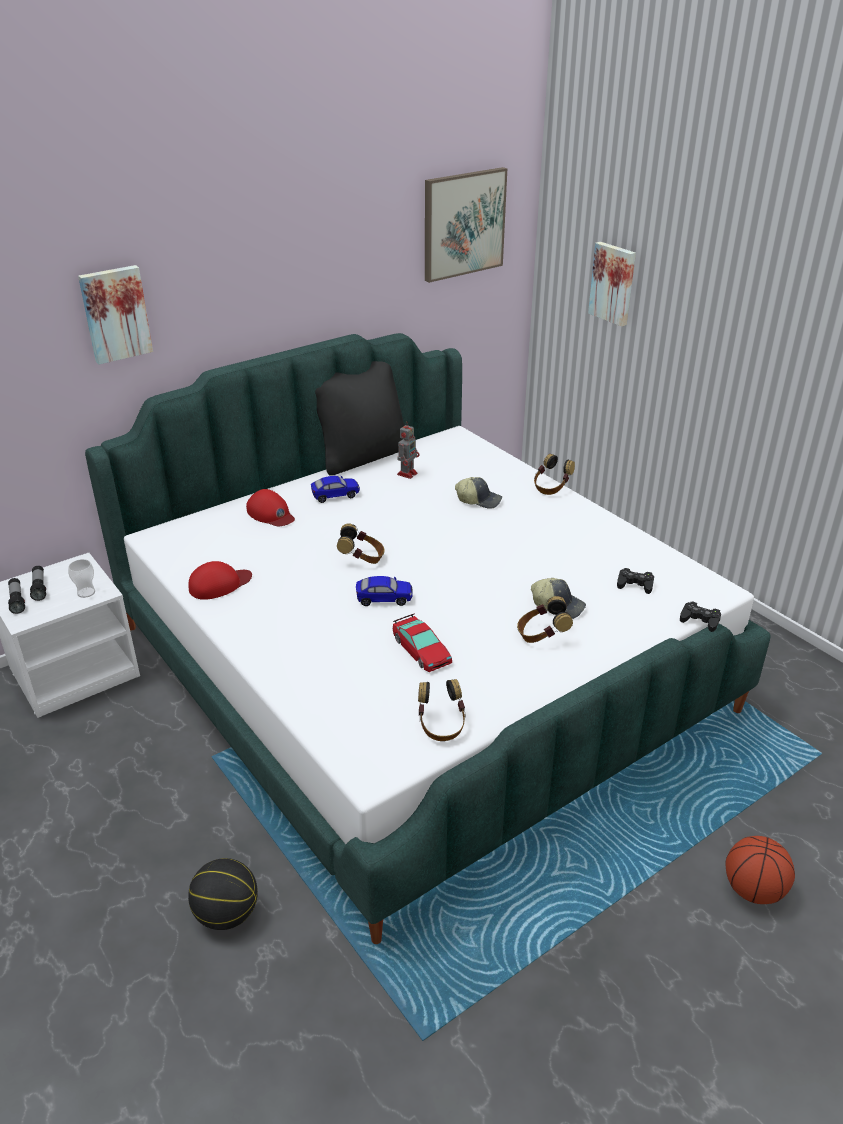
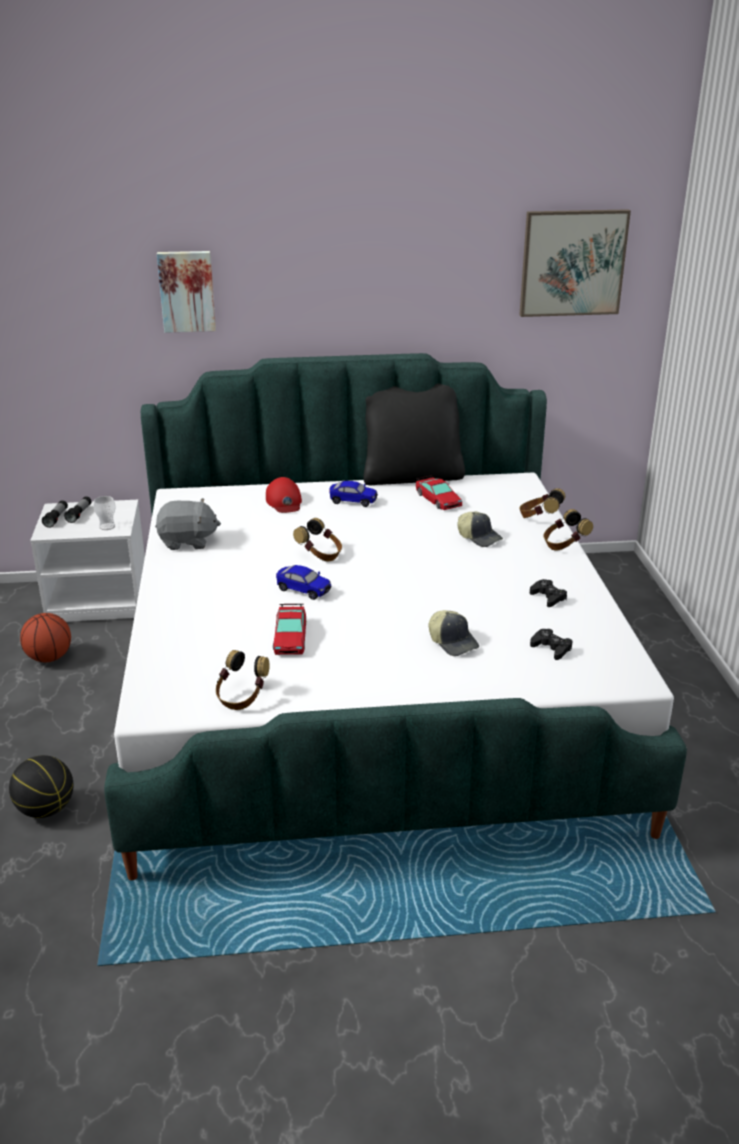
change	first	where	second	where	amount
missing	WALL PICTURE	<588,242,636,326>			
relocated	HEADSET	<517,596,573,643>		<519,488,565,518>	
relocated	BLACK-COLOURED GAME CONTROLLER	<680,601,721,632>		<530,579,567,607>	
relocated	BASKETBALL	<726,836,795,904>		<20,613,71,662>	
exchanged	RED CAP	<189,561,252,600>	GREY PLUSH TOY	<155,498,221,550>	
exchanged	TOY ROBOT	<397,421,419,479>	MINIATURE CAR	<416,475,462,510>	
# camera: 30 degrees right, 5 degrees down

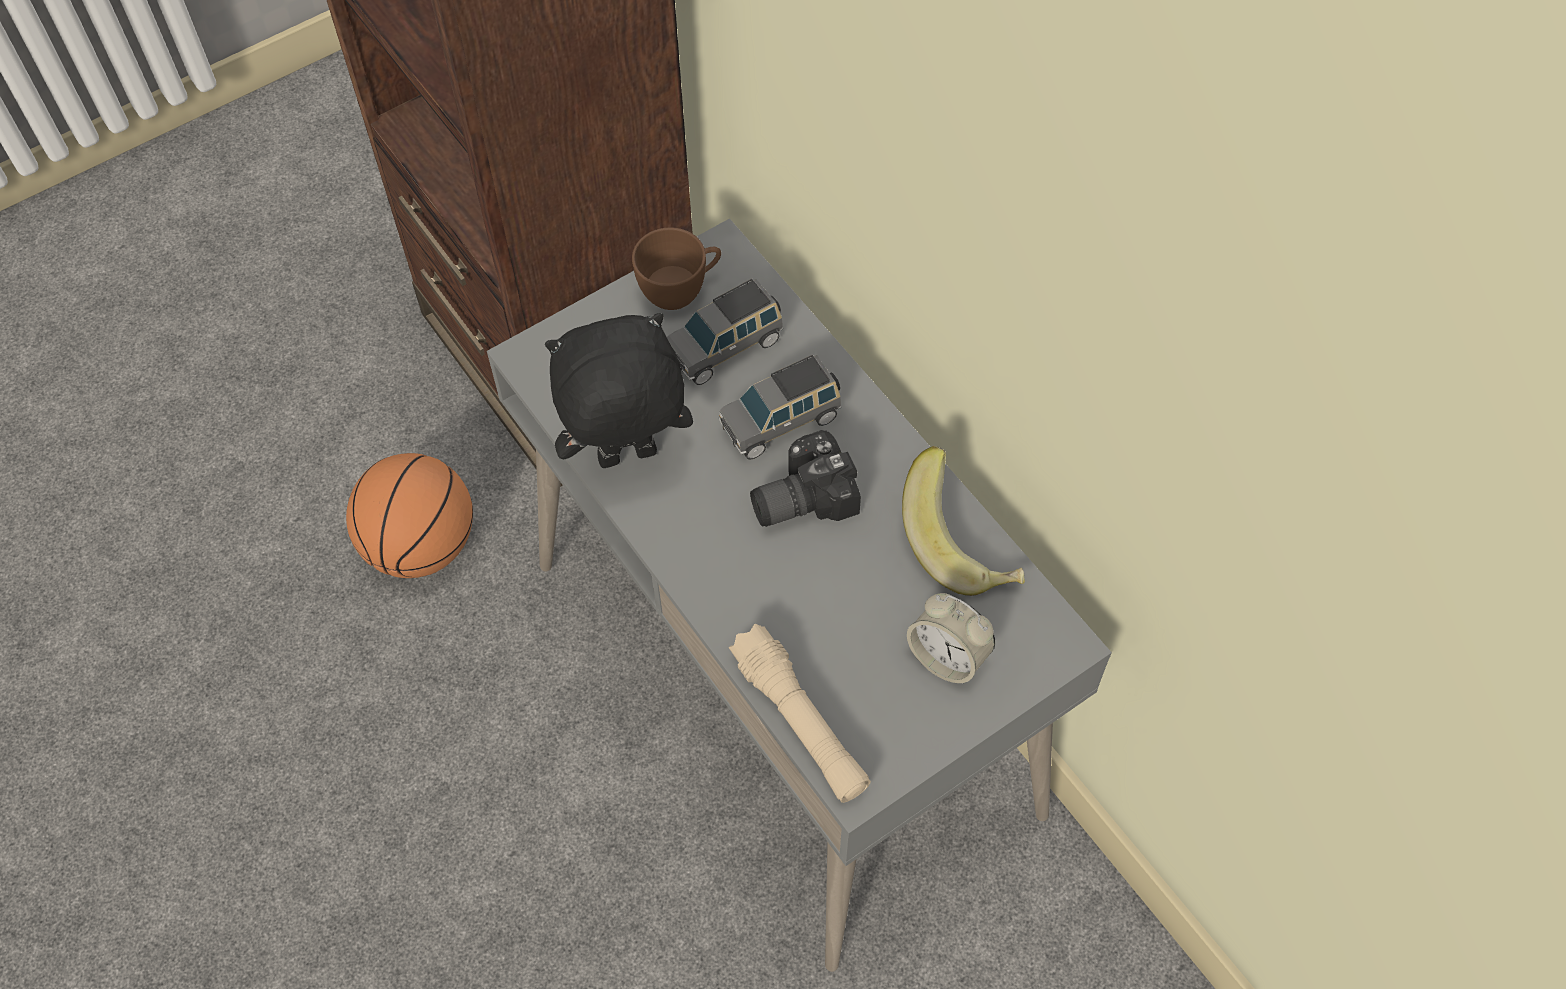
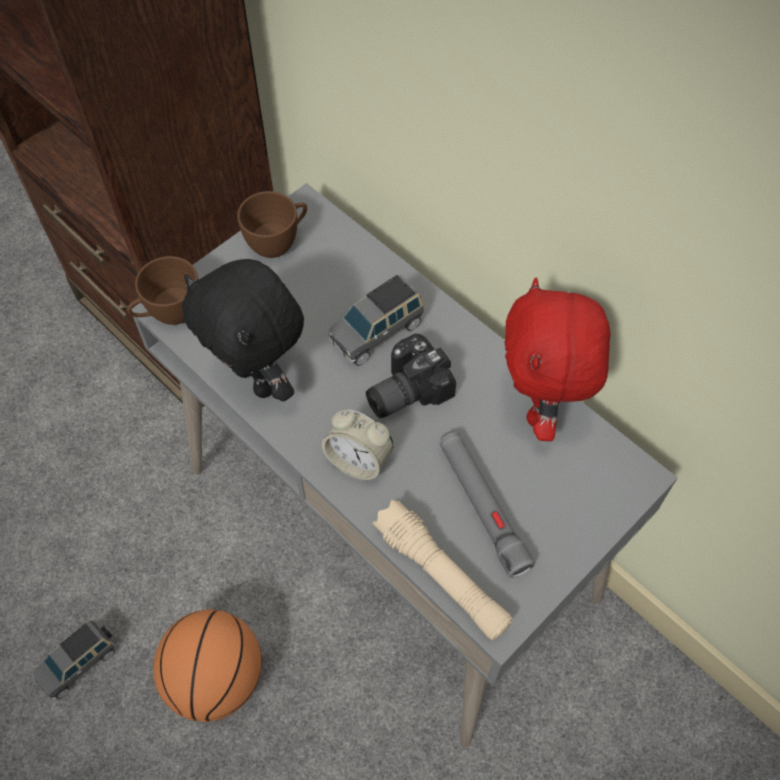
change	first	where	second	where	amount
appeared			BROWNISH DRINKING CUP	<127,256,198,325>	
appeared			GREY TORCH	<439,431,535,578>	
relocated	BASKETBALL	<346,453,473,578>		<153,609,262,722>	
relocated	GREY MINIATURE CAR	<667,279,783,385>		<32,621,116,699>	
relocated	TABLE CLOCK	<907,593,995,684>		<322,409,393,480>	
exchanged	WHOLE BANANA	<902,446,1025,596>	RED PLUSH TOY	<505,278,611,441>	
spun	BLACK-COLOURED PLUSH TOY	<545,313,693,468>		<182,259,304,401>	105 degrees counterclockwise
# camera: 10 degrees left, 0 degrees up

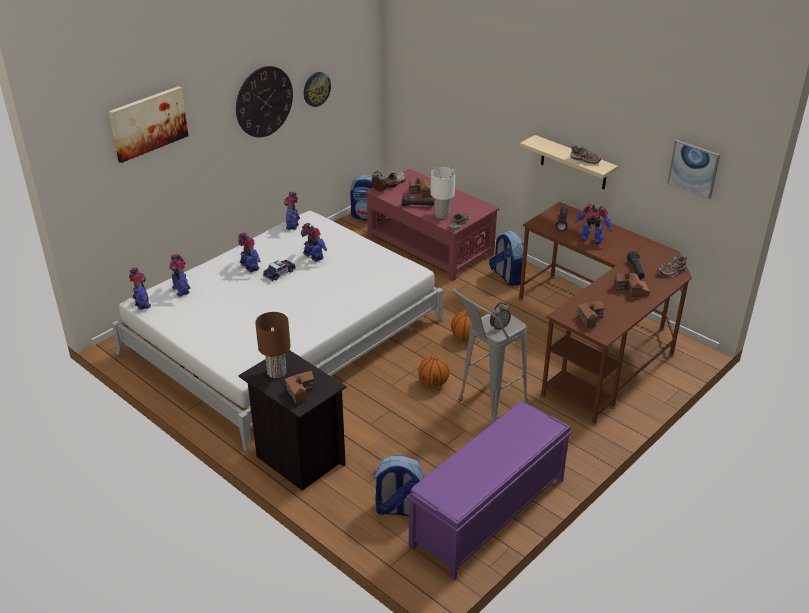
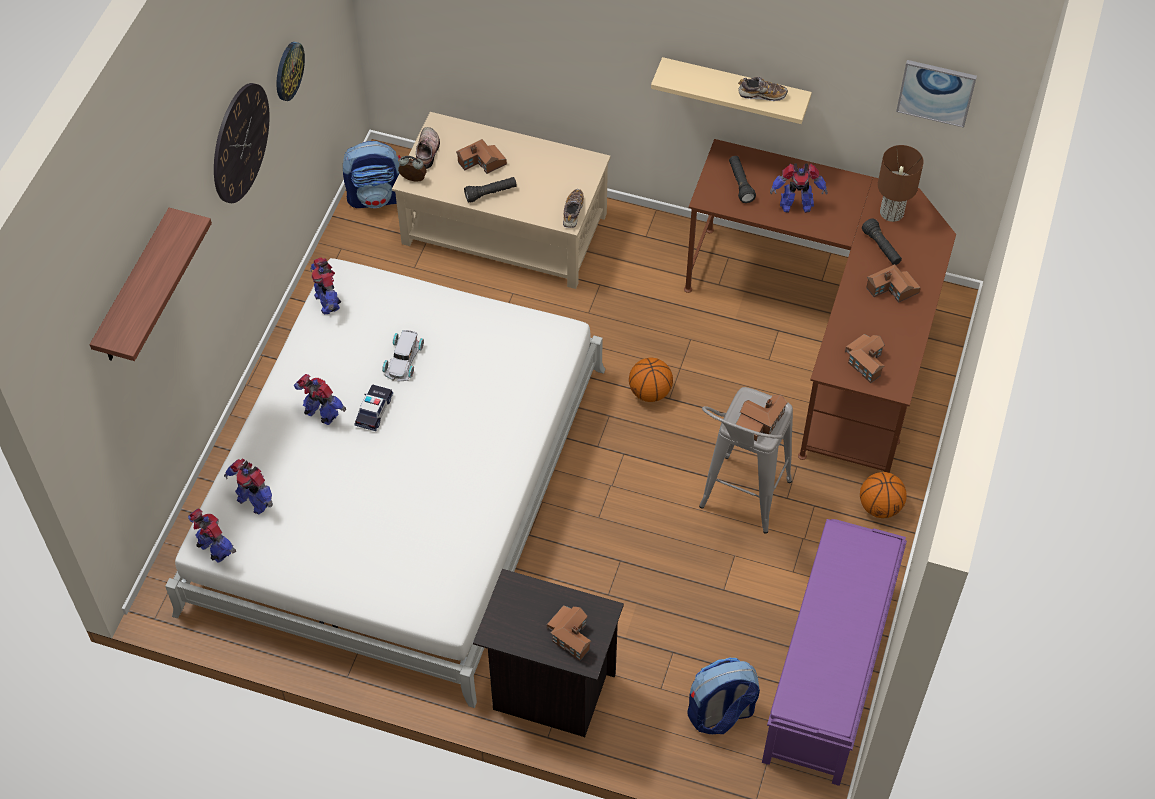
change	first	where	second	where	amount
missing	WHITE TABLETOP LAMP	<431,167,456,219>			
missing	KNAPSACK	<489,231,524,286>			
missing	SHOE	<657,256,687,276>			
relocated	BROWNISH TABLETOP LAMP	<255,312,291,378>		<878,145,924,222>	
relocated	BASKETBALL	<418,355,450,387>		<860,472,907,518>	
exchanged	WALL PICTURE	<109,86,188,163>	WALL SHELF	<89,208,212,361>	
exchanged	TOY ROBOT	<301,223,327,262>	WHITE MINIATURE CAR	<382,330,424,382>	
exchanged	TABLE CLOCK	<490,302,511,330>	MODEL HOUSE	<736,395,788,441>	
colour	RED LOW TABLE	<365,169,499,281>	SAND-COLOURED LOW TABLE	<392,112,611,289>	
# camera: 25 degrees left, 20 degrees up

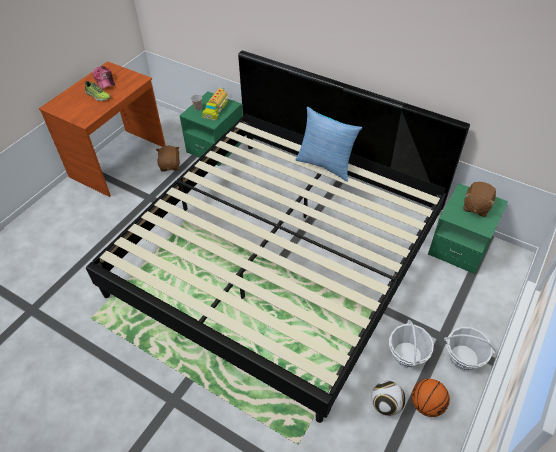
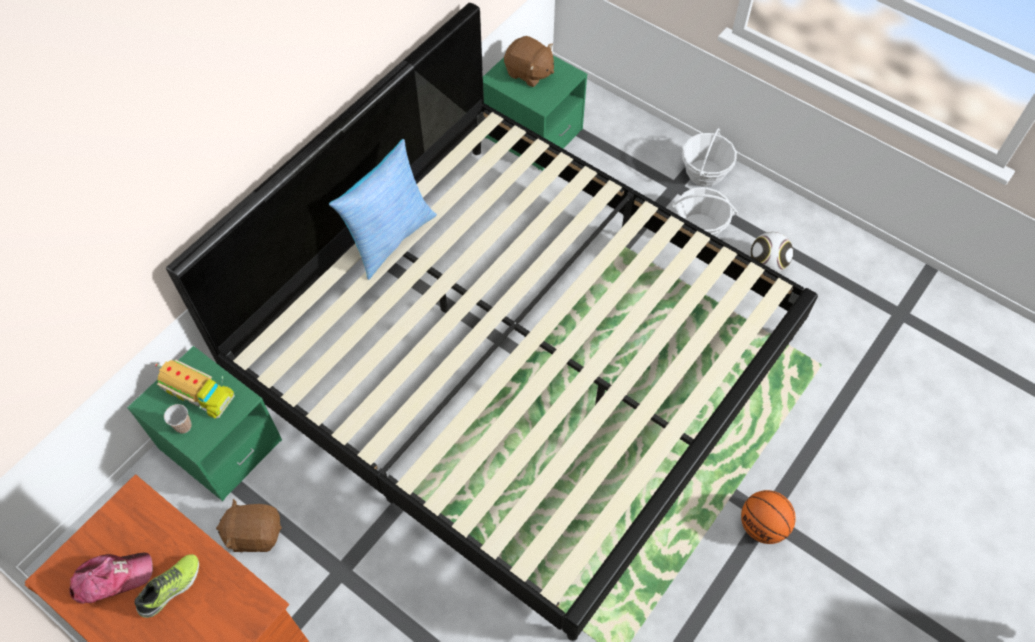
change	first	where	second	where	amount
relocated	BASKETBALL	<412,379,450,417>		<741,490,796,544>	
# camera: 85 degrees left, 10 degrees up

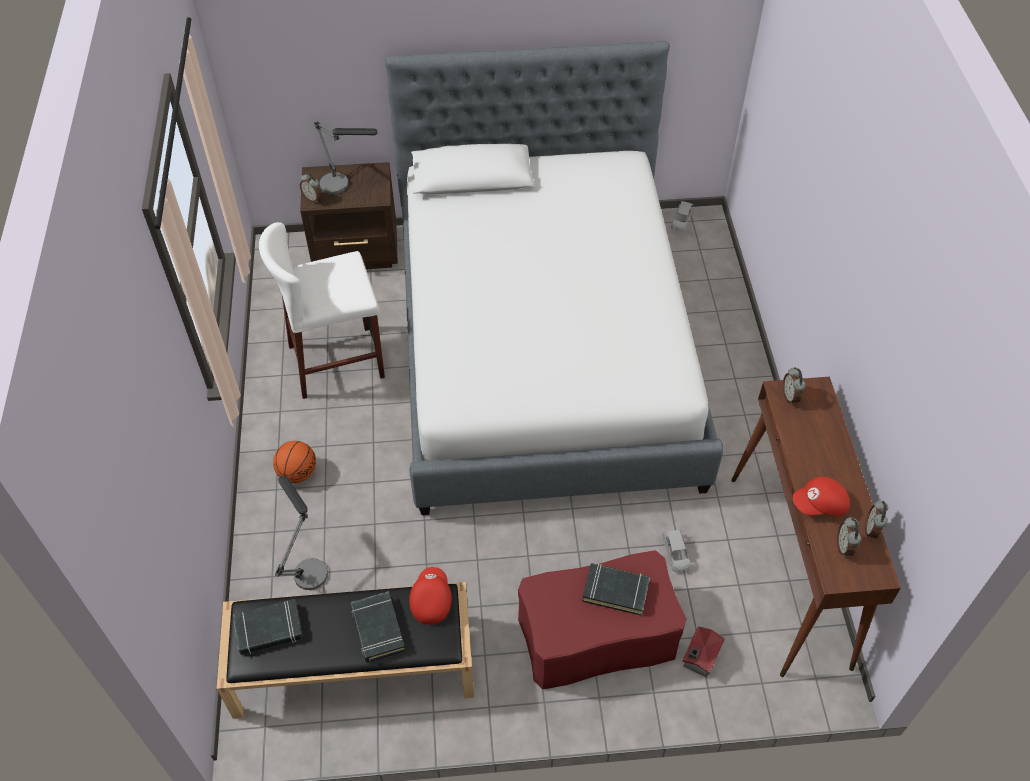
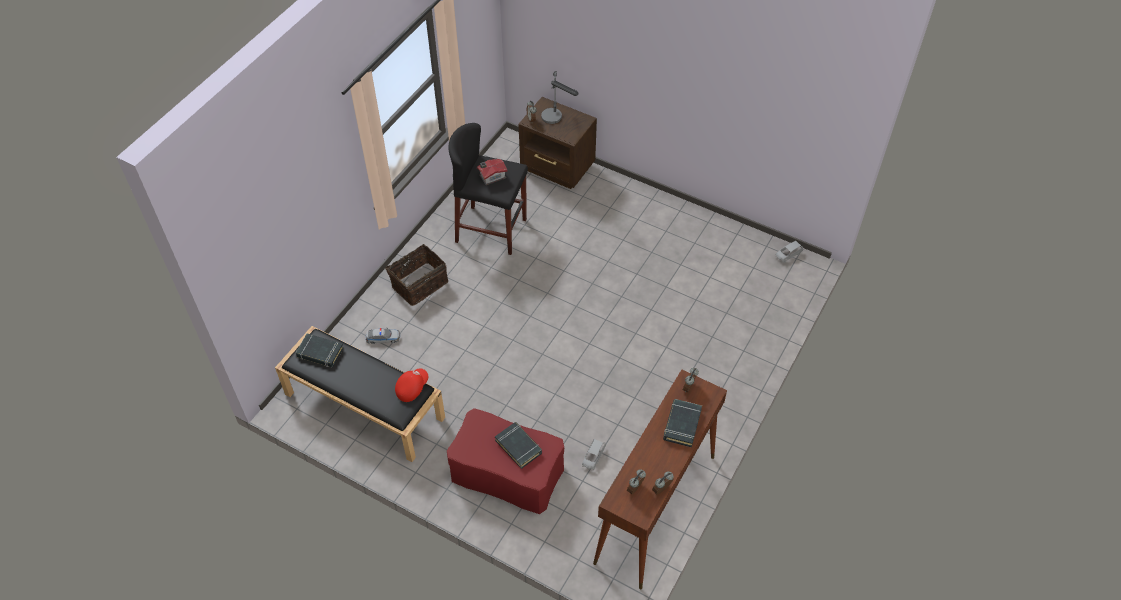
change	first	where	second	where	amount
missing	BED	<385,41,724,515>			
missing	RED CAP	<793,477,850,516>			
relocated	BLACK-COLOURED BOOK	<350,591,405,663>		<663,399,702,447>	
relocated	MODEL HOUSE	<682,626,725,678>		<477,159,508,185>	
exchanged	BASKETBALL	<273,441,316,483>	HOUSEHOLD BASKET	<385,244,448,306>	
exchanged	TABLETOP LAMP	<275,475,328,590>	MINIATURE CAR	<366,328,400,344>	
colour	WHITE STOOL	<259,222,385,399>	BLACK-COLOURED STOOL	<448,123,528,255>	
# camera: 35 degrees right, 0 degrees up

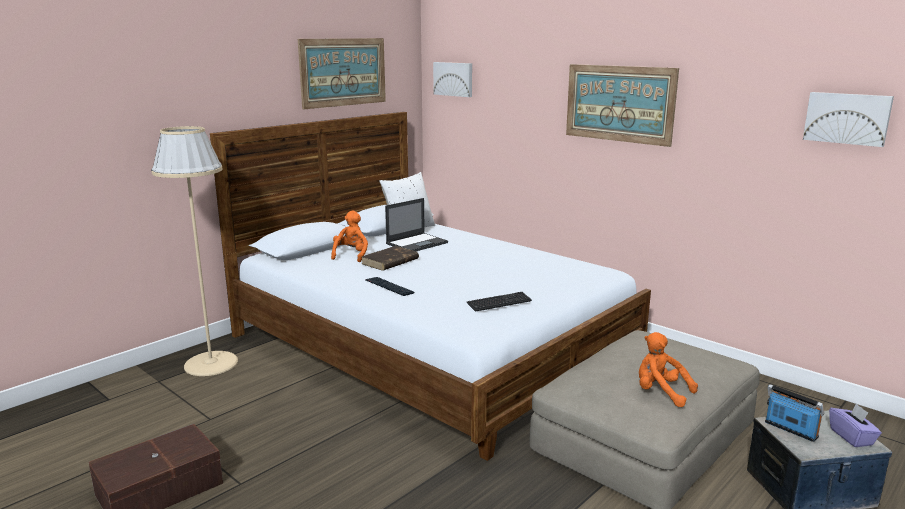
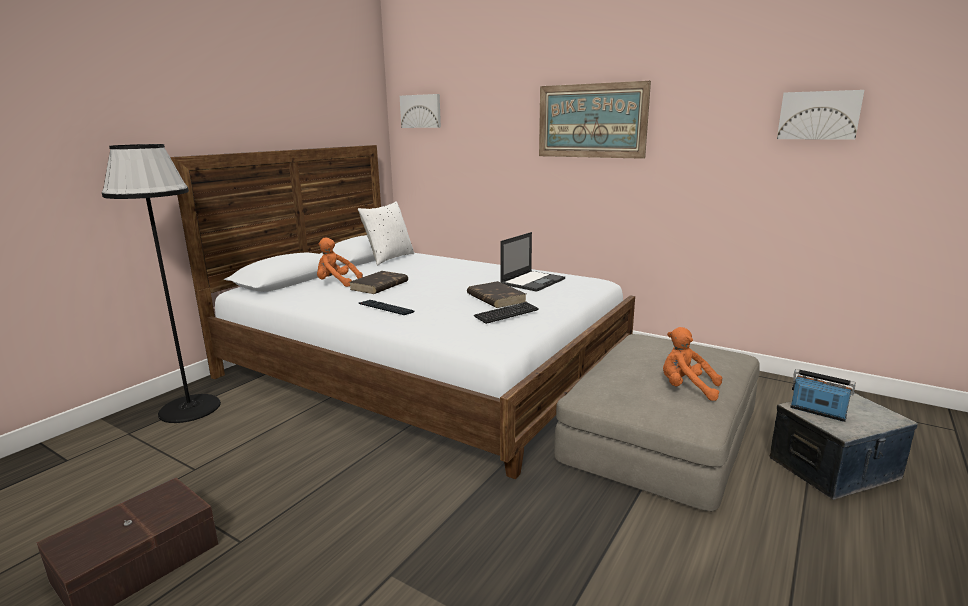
change	first	where	second	where	amount
missing	WALL PICTURE	<298,38,386,109>			
missing	PURPLE TISSUE BOX	<829,404,882,447>			
appeared			BROWNISH BOOK	<467,281,526,308>	
relocated	NOTEBOOK COMPUTER	<385,198,448,251>		<500,232,565,292>	
colour	SAND-COLOURED STANDARD LAMP	<151,126,238,376>	BLACK-COLOURED STANDARD LAMP	<102,144,221,423>	
spun	ORANGE PLUSH TOY	<331,210,368,262>		<317,238,363,287>	75 degrees counterclockwise
# camera: 10 degrees left, 0 degrees up

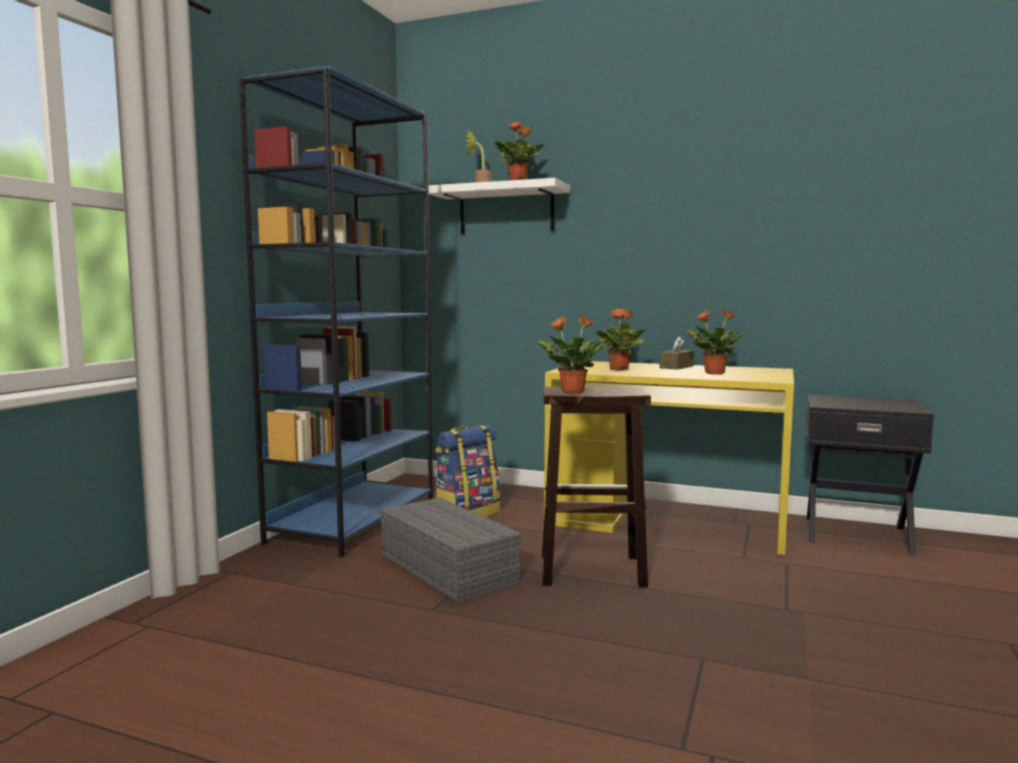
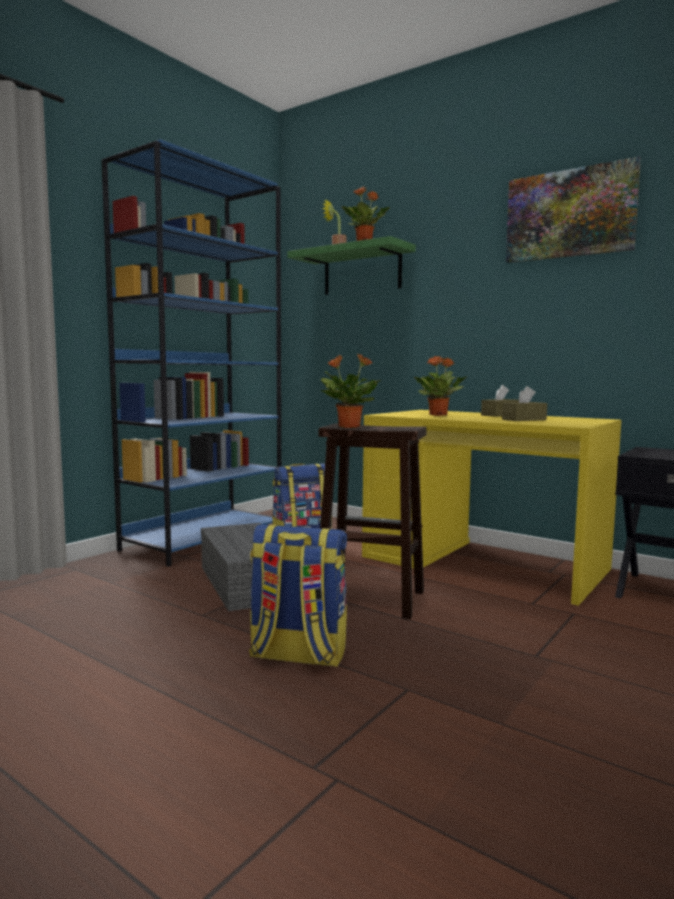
change	first	where	second	where	amount
appeared			KNAPSACK	<249,524,347,667>	
appeared			WALL PICTURE	<506,157,641,263>	
exchanged	POTTED PLANT	<687,309,746,375>	BROWNISH TISSUE BOX	<502,386,547,421>	
colour	WHITE WALL SHELF	<429,178,570,234>	GREEN-COLOURED WALL SHELF	<287,236,416,295>	
# camera: 15 degrees right, 0 degrees up

